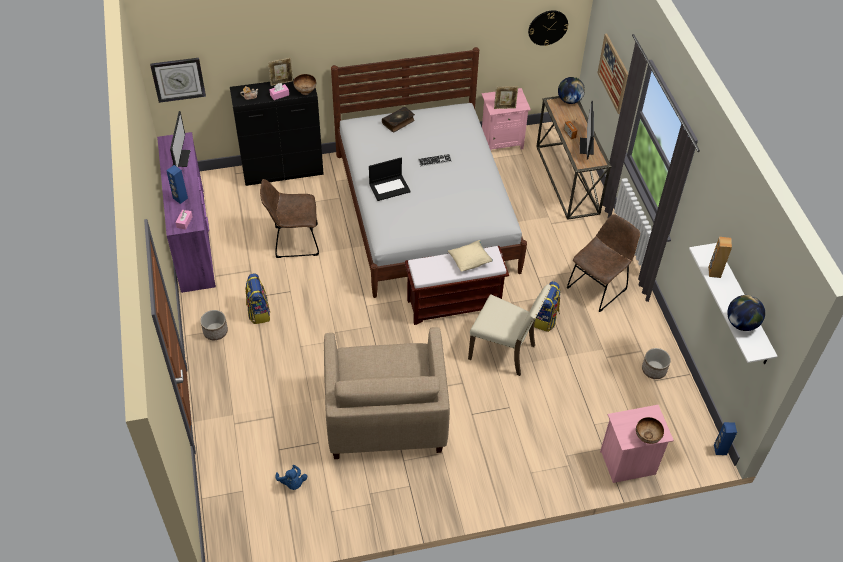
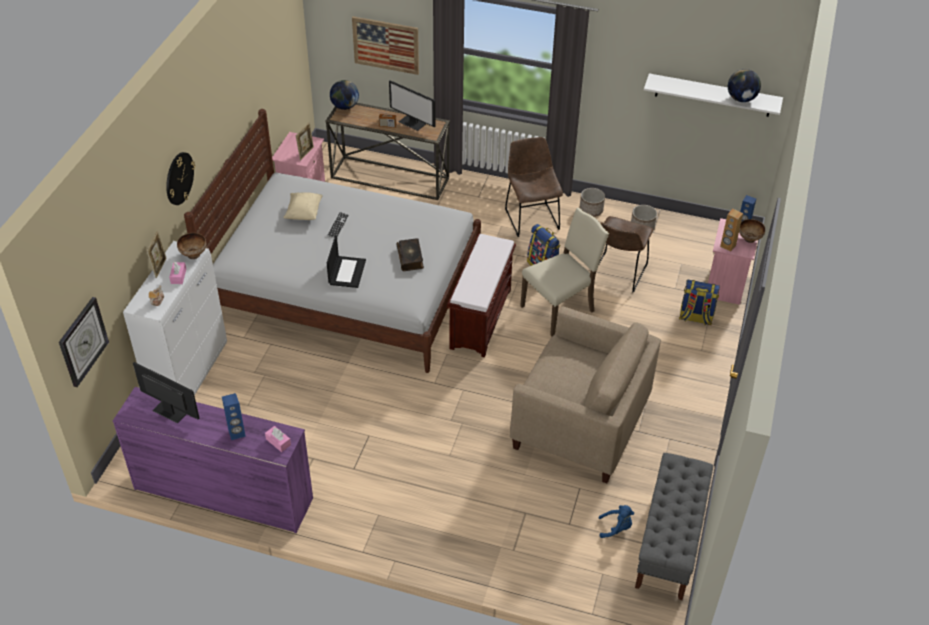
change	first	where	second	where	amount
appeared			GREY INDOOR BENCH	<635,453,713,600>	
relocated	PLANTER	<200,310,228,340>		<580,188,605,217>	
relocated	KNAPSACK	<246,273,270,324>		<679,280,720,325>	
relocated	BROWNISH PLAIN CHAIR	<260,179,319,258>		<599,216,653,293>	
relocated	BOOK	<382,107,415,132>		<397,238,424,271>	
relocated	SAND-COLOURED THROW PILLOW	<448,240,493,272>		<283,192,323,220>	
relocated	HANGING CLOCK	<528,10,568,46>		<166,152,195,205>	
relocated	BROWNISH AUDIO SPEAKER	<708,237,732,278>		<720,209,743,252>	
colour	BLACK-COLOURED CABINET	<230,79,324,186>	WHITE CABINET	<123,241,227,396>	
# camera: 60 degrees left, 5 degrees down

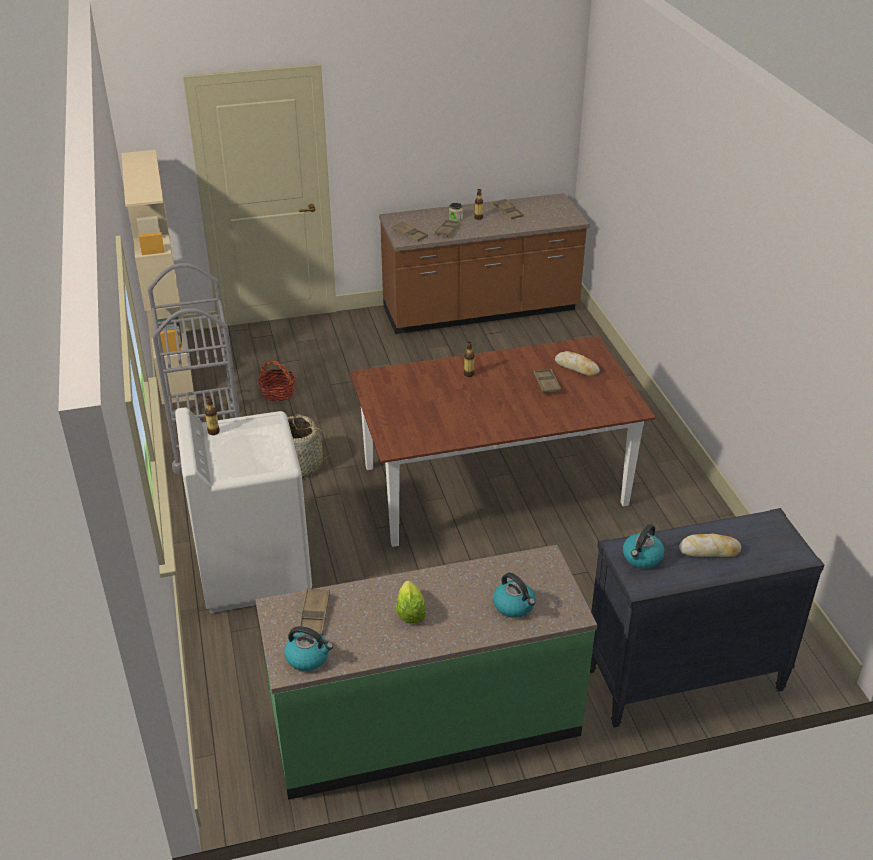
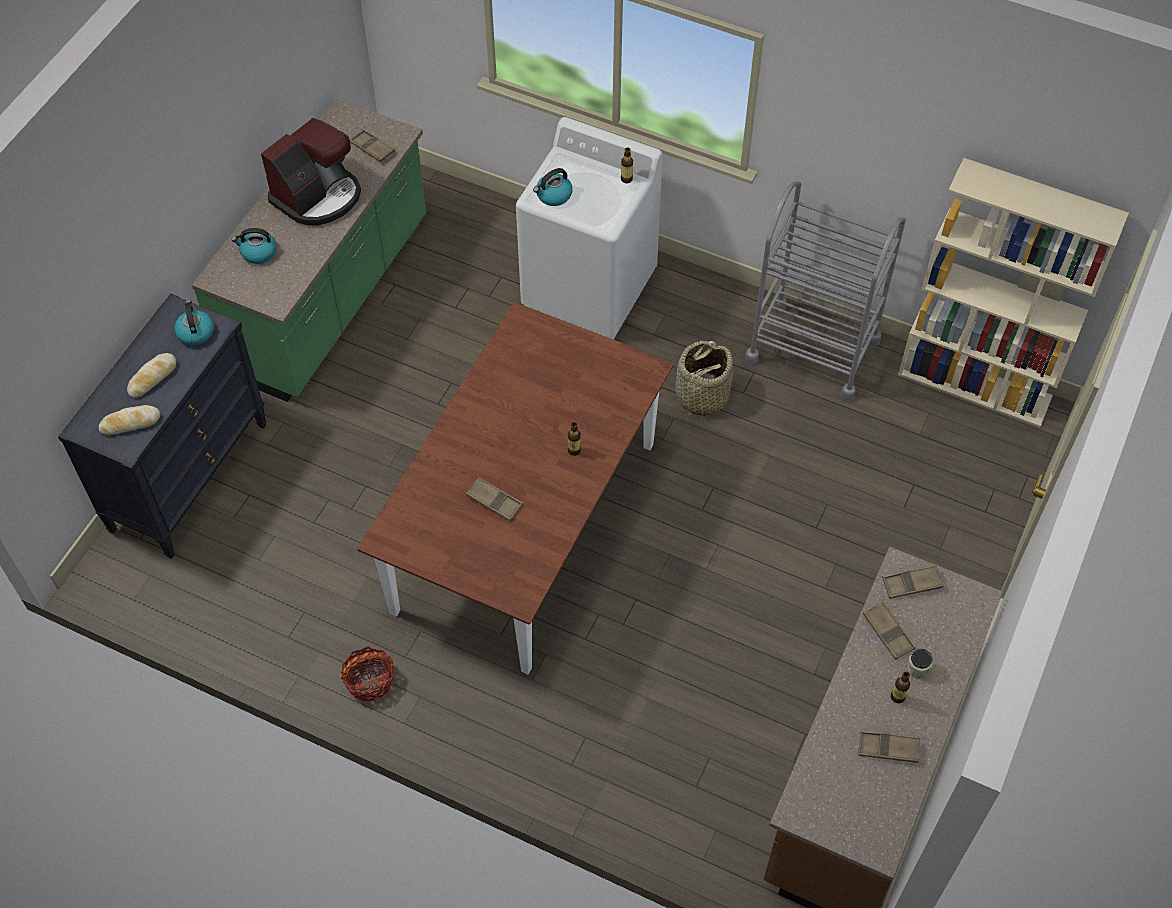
change	first	where	second	where	amount
relocated	HOUSEHOLD BASKET	<258,360,295,402>		<340,646,394,701>	
relocated	WATER KETTLE	<285,626,333,671>		<533,168,573,206>	
relocated	BAKERY BREAD	<555,351,600,376>		<99,405,160,435>	
exchanged	LETTUCE HEAD	<396,581,426,624>	COFFEE MACHINE	<261,118,361,226>	
# camera: 130 degrees right, 20 degrees up

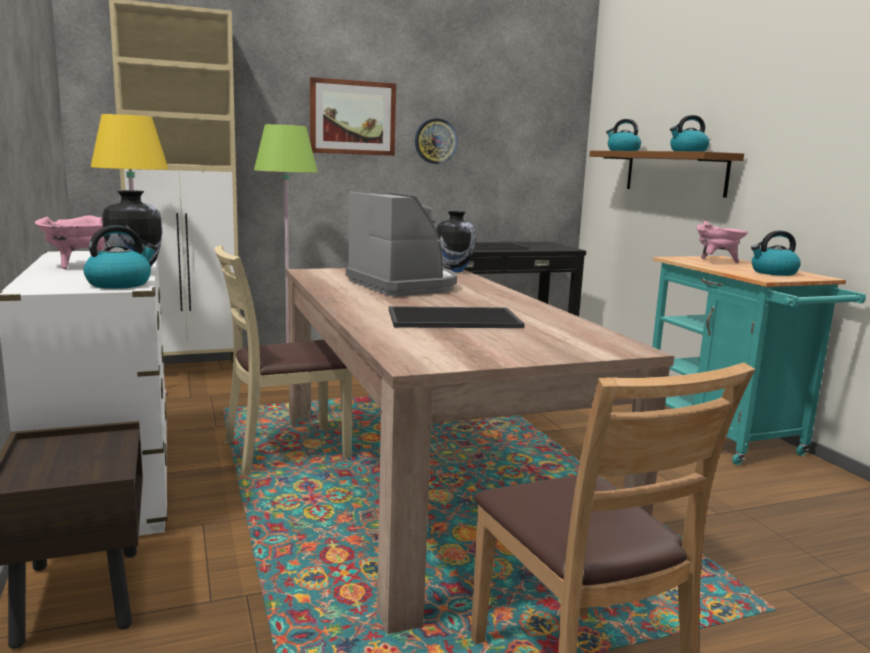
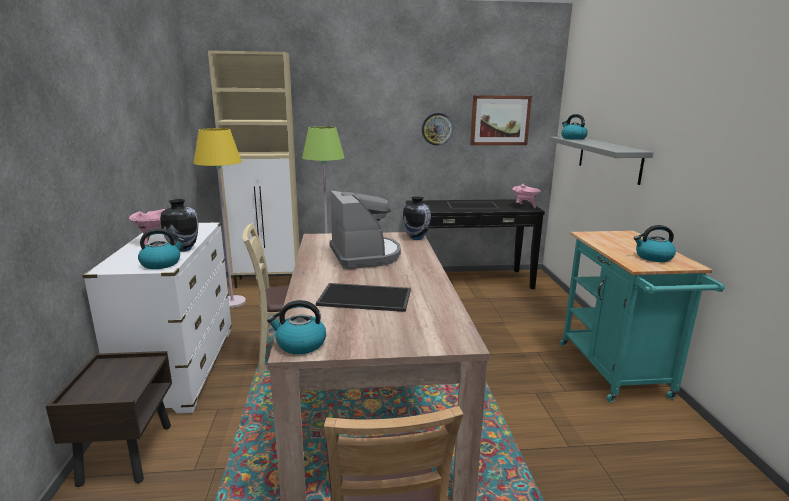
change	first	where	second	where	amount
relocated	WALL PICTURE	<310,77,396,156>		<470,95,532,145>	
relocated	WATER KETTLE	<670,115,709,152>		<267,300,326,354>	
relocated	PINKISH COOKING POT	<697,221,748,263>		<512,184,541,208>	
colour	BROWNISH WALL SHELF	<590,151,744,198>	GREY WALL SHELF	<550,137,654,185>	
# camera: 15 degrees right, 5 degrees up

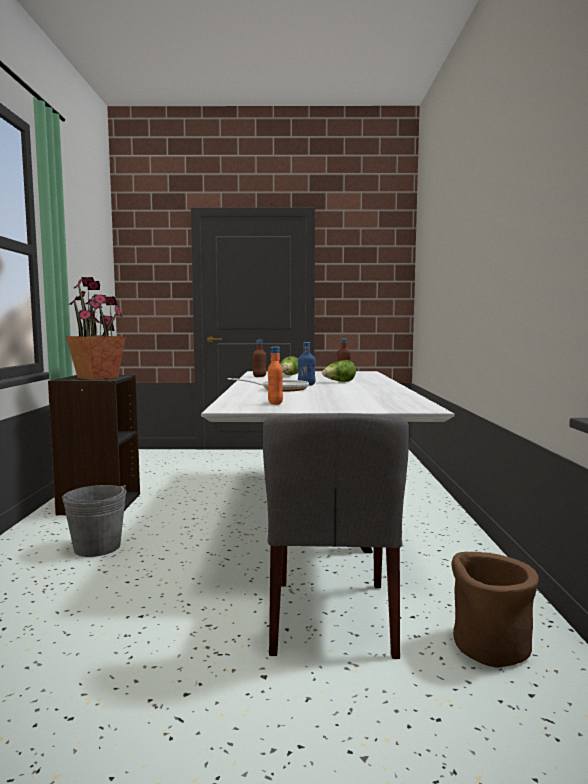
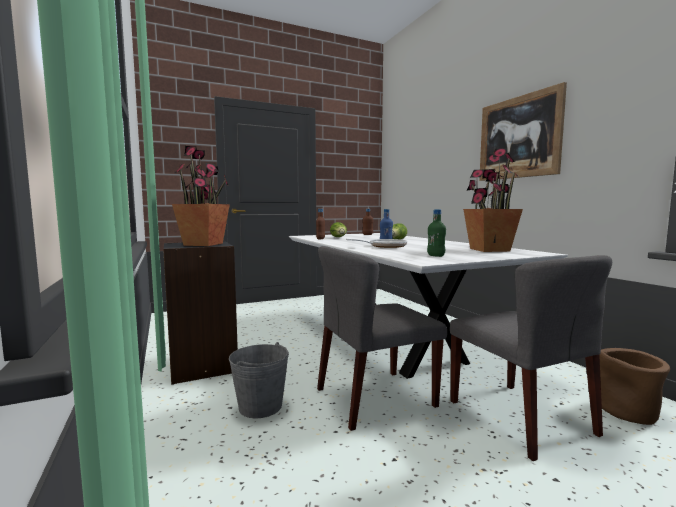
change	first	where	second	where	amount
appeared			GREY PLAIN CHAIR	<317,246,447,431>	
appeared			POTTED PLANT	<463,148,523,252>	
appeared			WALL PICTURE	<479,82,567,181>	
colour	ORANGE BEVERAGE BOTTLE	<268,347,283,405>	GREEN-COLOURED BEVERAGE BOTTLE	<427,209,446,257>	
# camera: 25 degrees left, 0 degrees up

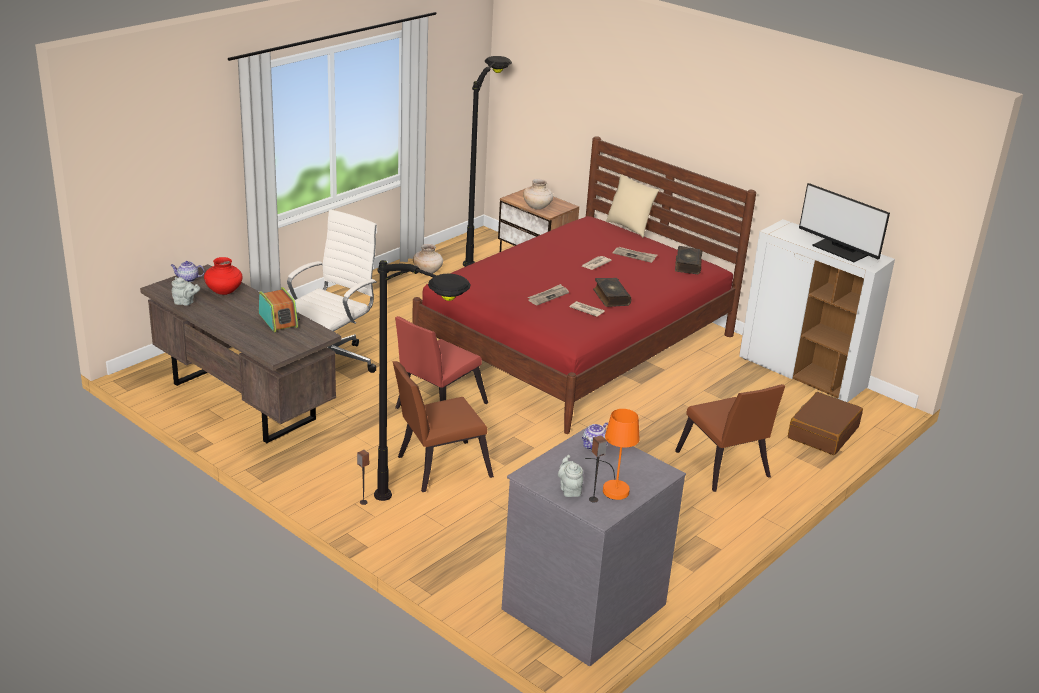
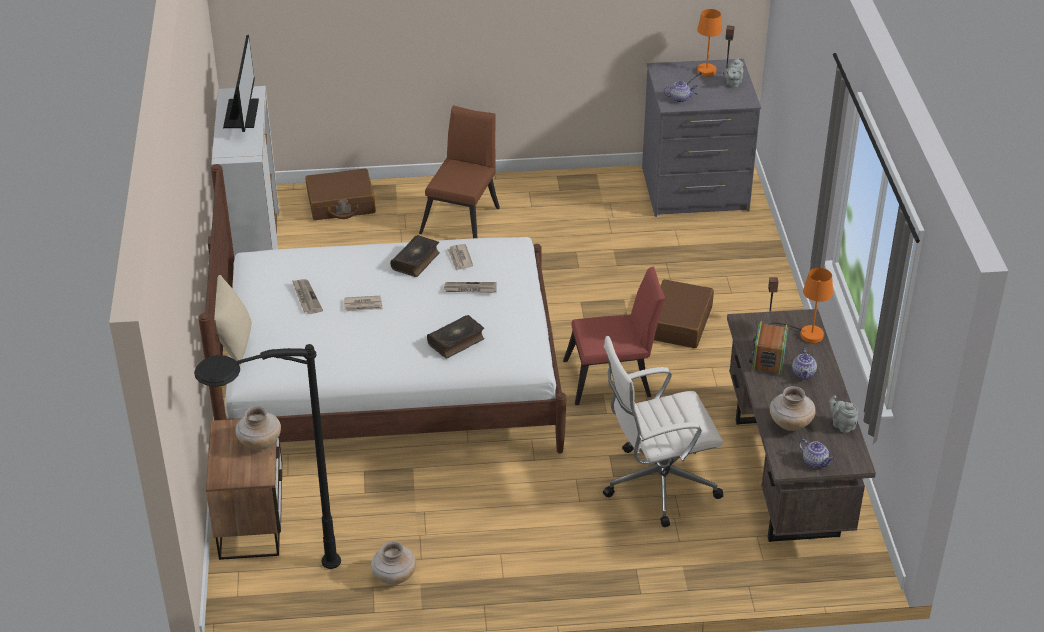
change	first	where	second	where	amount
missing	BLACK-COLOURED STANDARD LAMP	<374,260,471,501>			
appeared			ORANGE TABLETOP LAMP	<767,268,833,343>	
appeared			POT FOR TEA	<792,349,817,379>	
relocated	BOOK	<675,246,702,274>		<427,315,485,358>	
exchanged	BROWNISH PLAIN CHAIR	<392,361,494,492>	BROWNISH SUITCASE	<654,279,714,348>	
colour	RED FLOWER VASE	<204,257,243,295>	SAND-COLOURED FLOWER VASE	<770,386,816,431>	
colour	RED BED	<412,136,756,434>	WHITE BED	<198,164,566,453>	
# camera: 135 degrees left, 10 degrees up

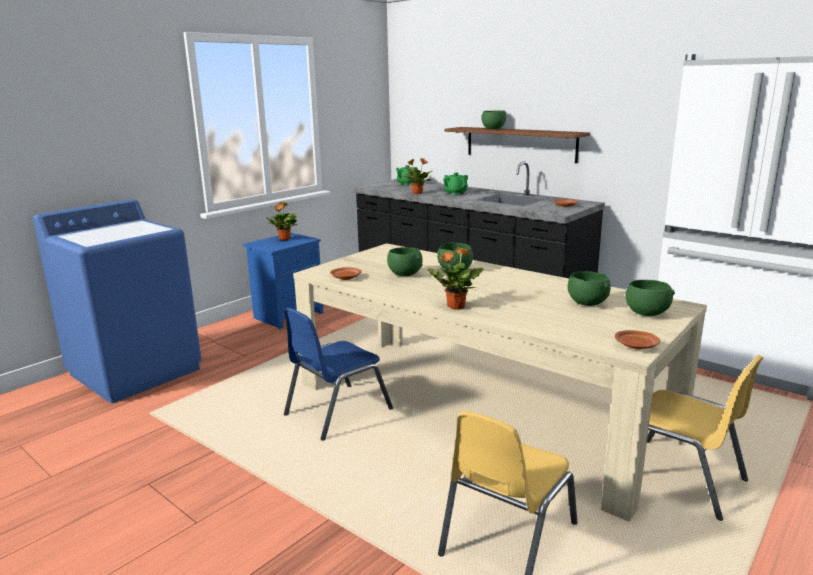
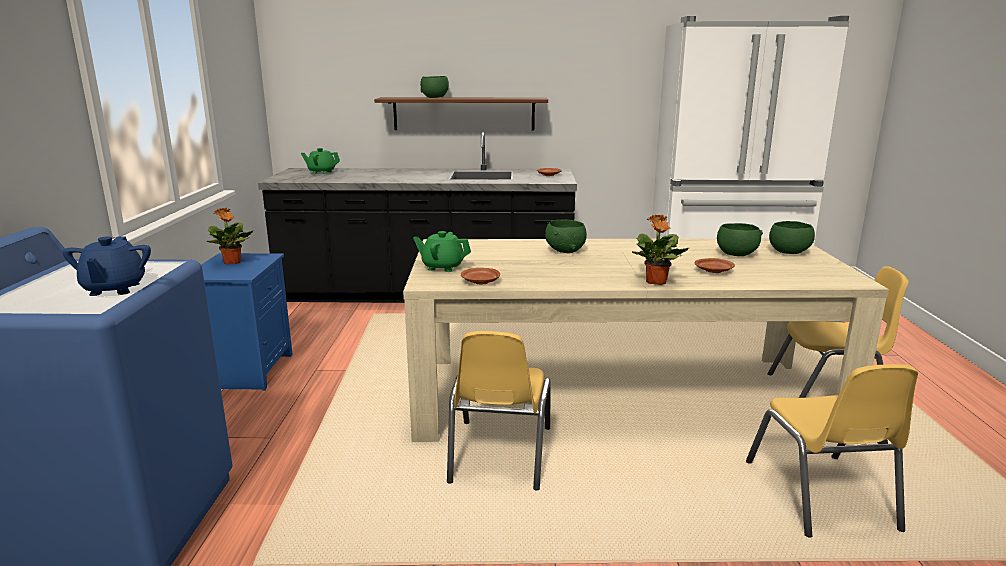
change	first	where	second	where	amount
missing	GREEN-COLOURED SERVING BOWL	<387,247,423,276>			
missing	POTTED PLANT	<403,158,432,194>			
appeared			BLUE-COLOURED POT FOR TEA	<62,236,151,296>	
relocated	GREEN-COLOURED POT FOR TEA	<443,173,468,195>		<413,231,471,272>	
relocated	BROWNISH FLAT DISH	<615,330,660,349>		<695,258,735,273>	
colour	BLUE-COLOURED PLAIN CHAIR	<284,308,393,441>	YELLOW-COLOURED PLAIN CHAIR	<447,331,550,490>	
# camera: 40 degrees left, 0 degrees up

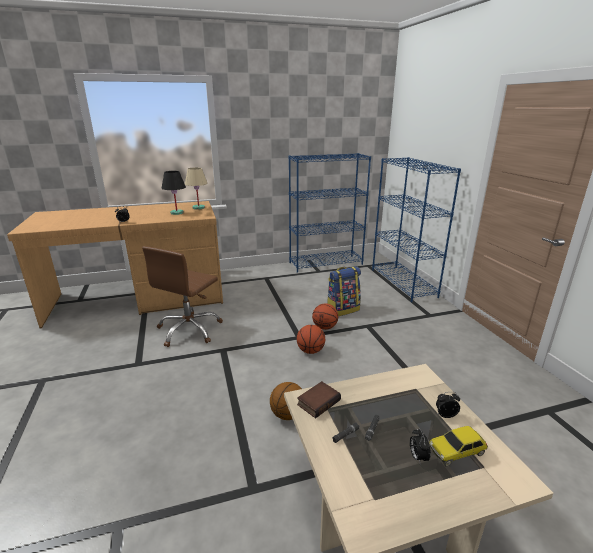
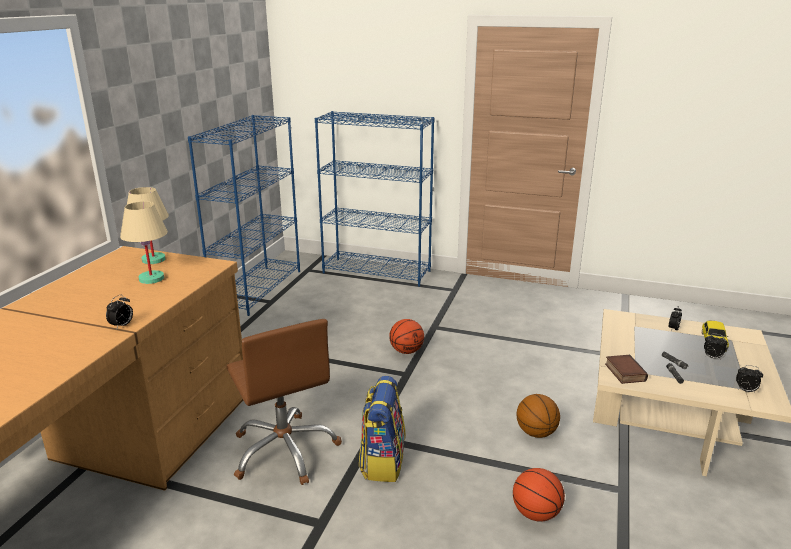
change	first	where	second	where	amount
appeared			TABLE CLOCK	<736,365,763,393>	
relocated	BASKETBALL	<297,325,325,354>		<513,468,565,522>	
relocated	KNAPSACK	<328,266,361,316>		<359,376,405,482>	
colour	BLACK-COLOURED TABLETOP LAMP	<161,171,186,215>	SAND-COLOURED TABLETOP LAMP	<120,201,168,284>	
# camera: 55 degrees left, 0 degrees up

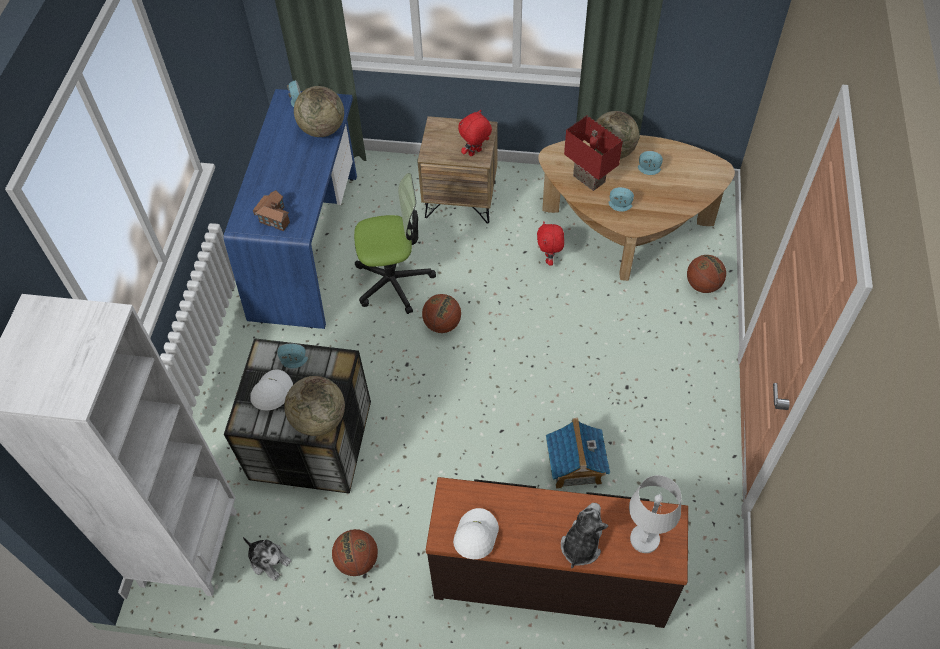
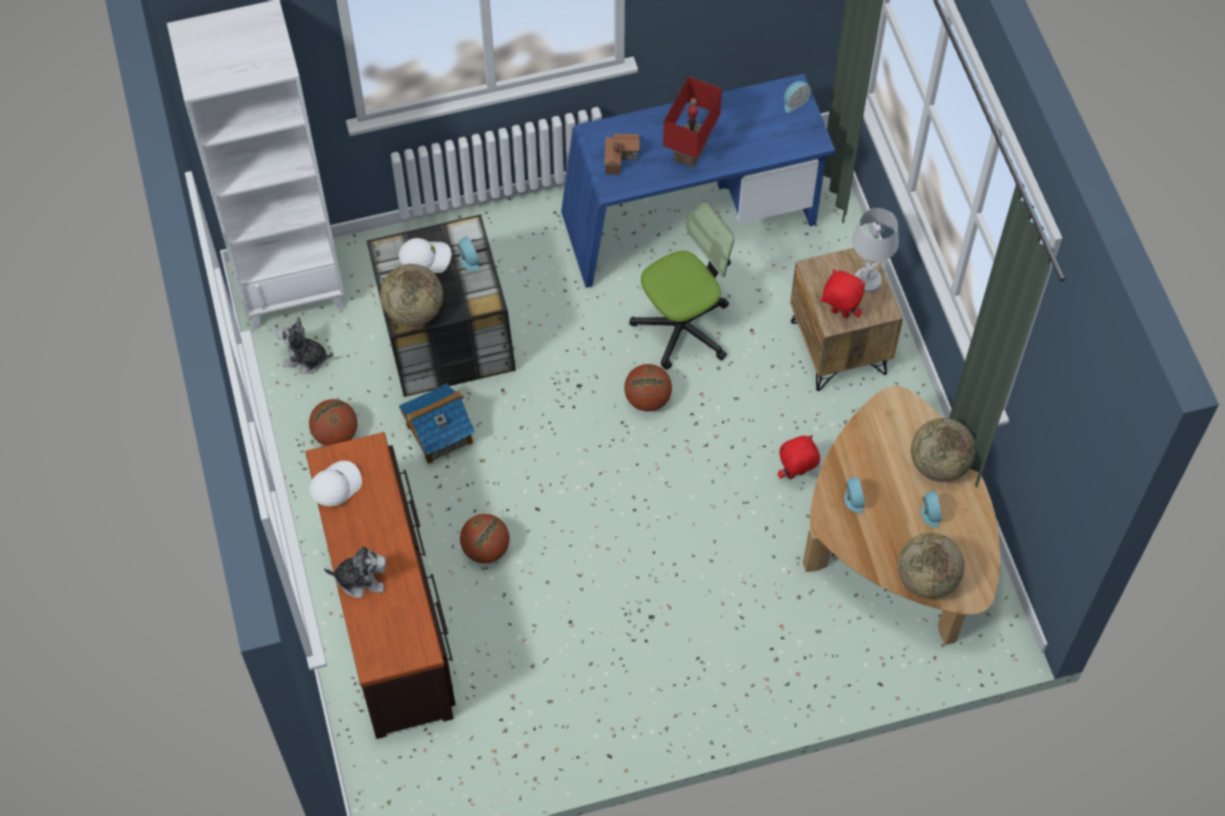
change	first	where	second	where	amount
relocated	GLOBE	<294,86,344,137>		<898,533,964,599>	
relocated	MODEL HOUSE	<546,418,610,489>		<399,383,475,464>	
relocated	RED TABLETOP LAMP	<564,116,623,191>		<663,76,722,168>	
relocated	WHITE TABLETOP LAMP	<629,475,681,553>		<852,208,899,292>	
relocated	BASKETBALL	<687,255,726,293>		<460,514,510,563>	
spun	PLUSH TOY	<243,537,292,581>		<276,316,333,374>	90 degrees clockwise
spun	DESK CHAIR	<354,173,436,314>		<629,202,734,370>	90 degrees counterclockwise
spun	WHITE CAP	<453,508,499,559>		<309,461,362,506>	45 degrees counterclockwise
# camera: 65 degrees right, 5 degrees up

